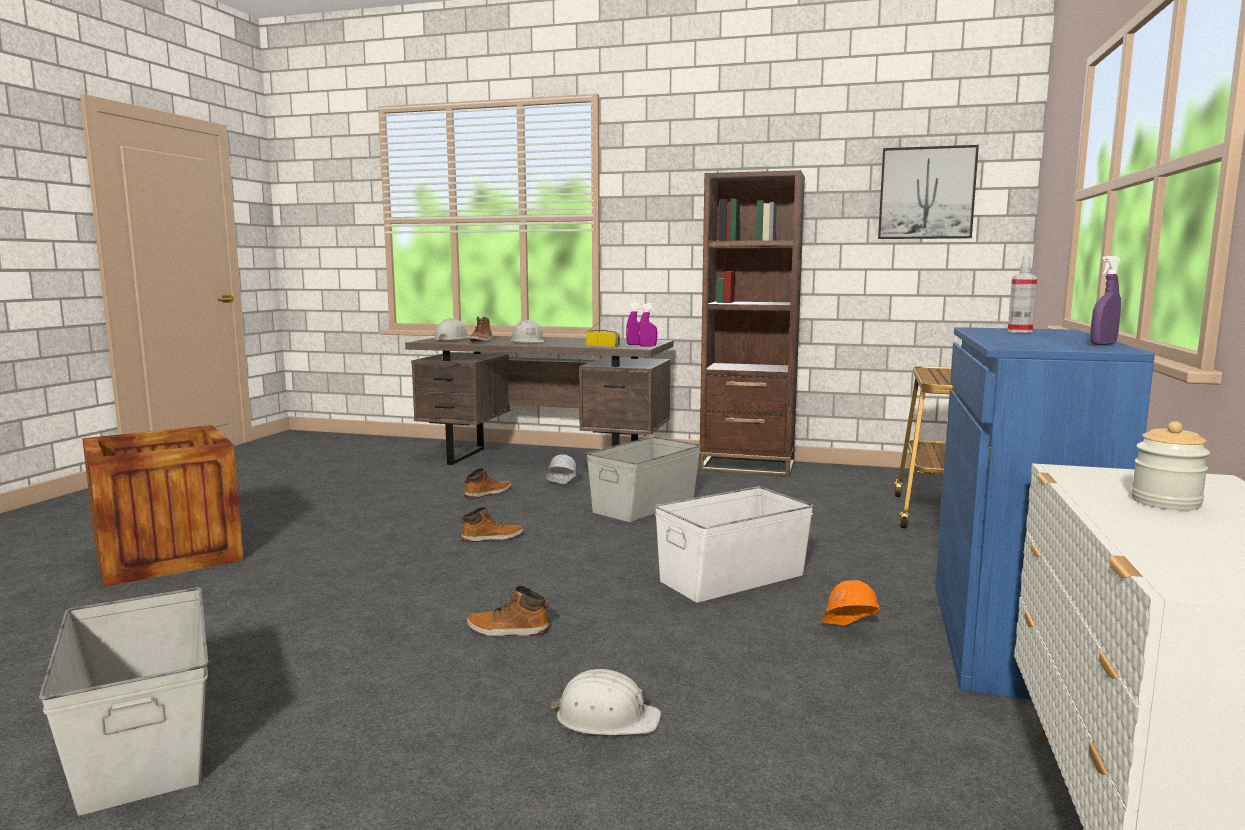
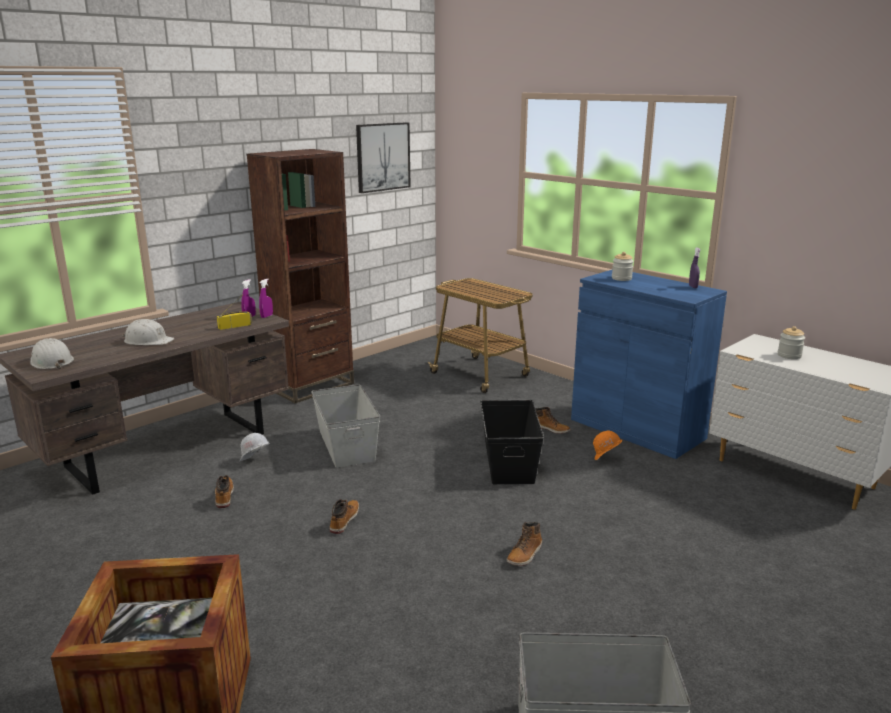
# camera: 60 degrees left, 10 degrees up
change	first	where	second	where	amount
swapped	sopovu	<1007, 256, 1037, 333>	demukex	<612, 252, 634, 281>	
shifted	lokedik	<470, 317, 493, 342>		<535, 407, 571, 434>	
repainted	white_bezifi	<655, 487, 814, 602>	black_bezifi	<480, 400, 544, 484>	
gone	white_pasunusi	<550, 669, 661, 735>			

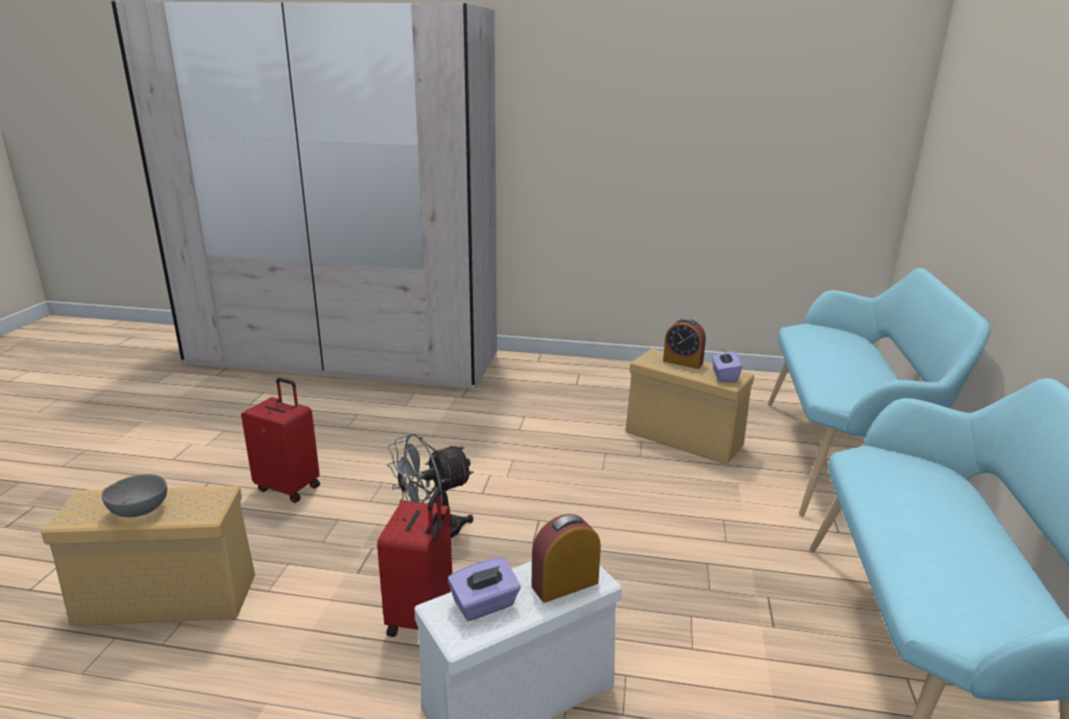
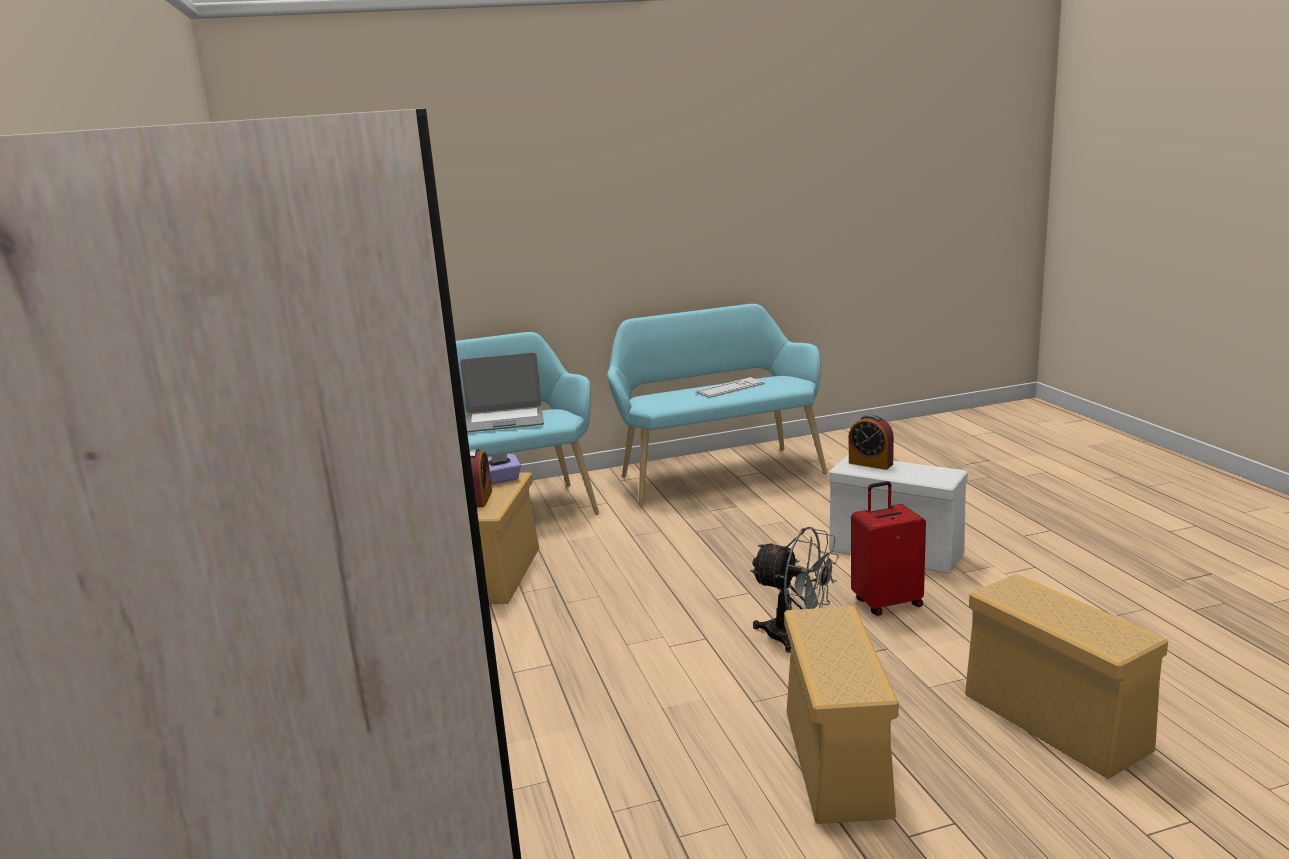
# camera: 115 degrees left, 5 degrees down
change	first	where	second	where	amount
swapped	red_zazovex	<241, 378, 320, 503>	beige_bezifi	<784, 606, 899, 824>	
gone	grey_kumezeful	<101, 474, 167, 517>			
gone	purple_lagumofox	<448, 558, 521, 621>			
new			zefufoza	<460, 353, 544, 432>	
new			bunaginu	<696, 377, 765, 398>	

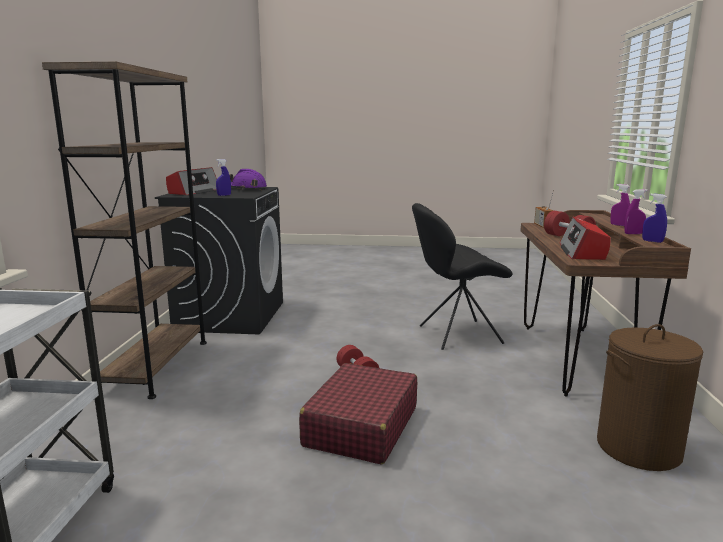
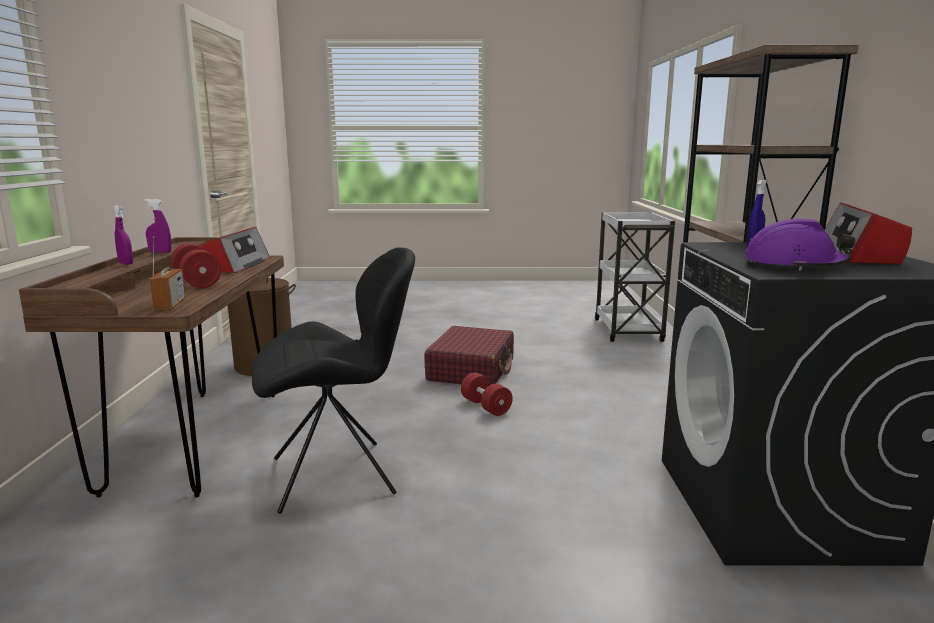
# camera: 175 degrees right, 0 degrees up
change	first	where	second	where	amount
gone	blue_sopovu	<642, 194, 667, 243>			

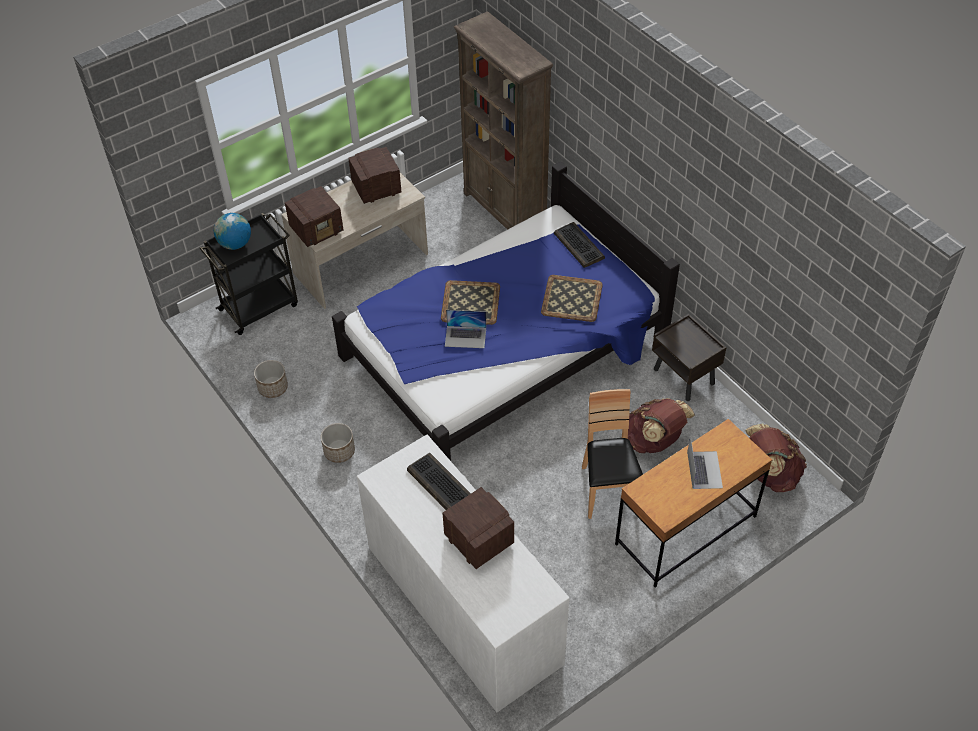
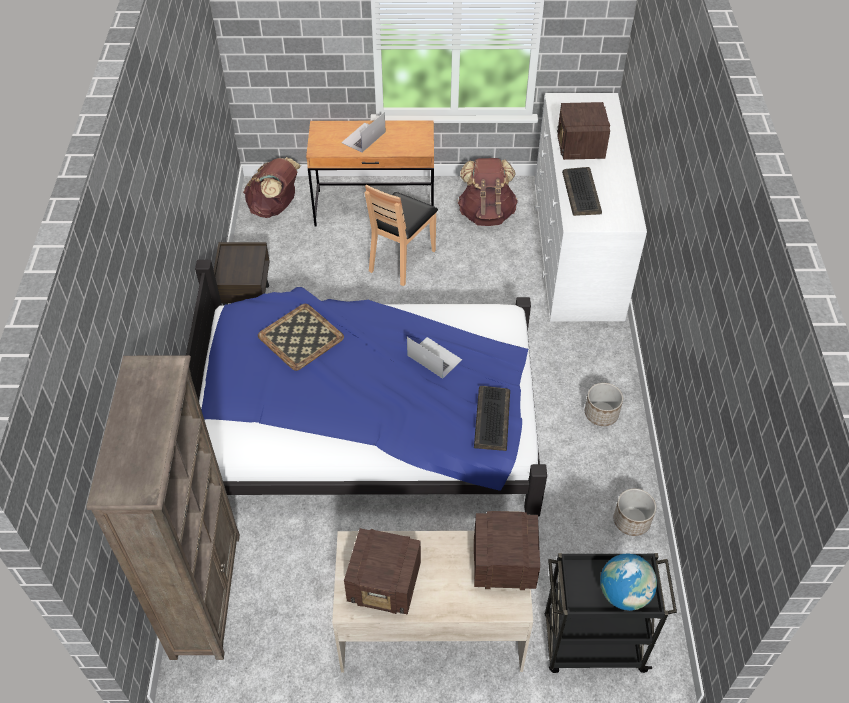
# camera: 145 degrees left, 0 degrees up
change	first	where	second	where	amount
shifted	bunaginu	<554, 222, 605, 268>		<474, 386, 510, 451>	
gone	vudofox	<441, 280, 500, 325>			
shifted	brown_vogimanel	<628, 398, 695, 453>		<457, 158, 518, 226>	

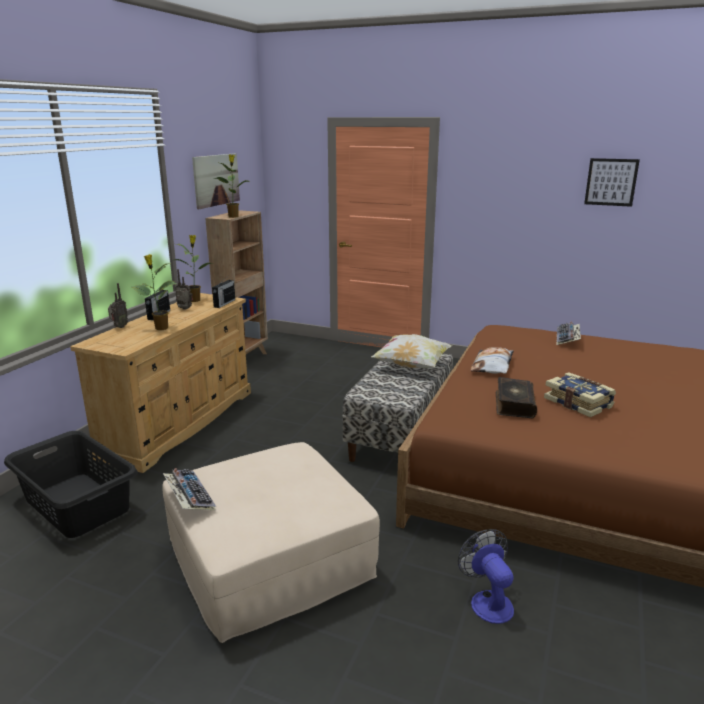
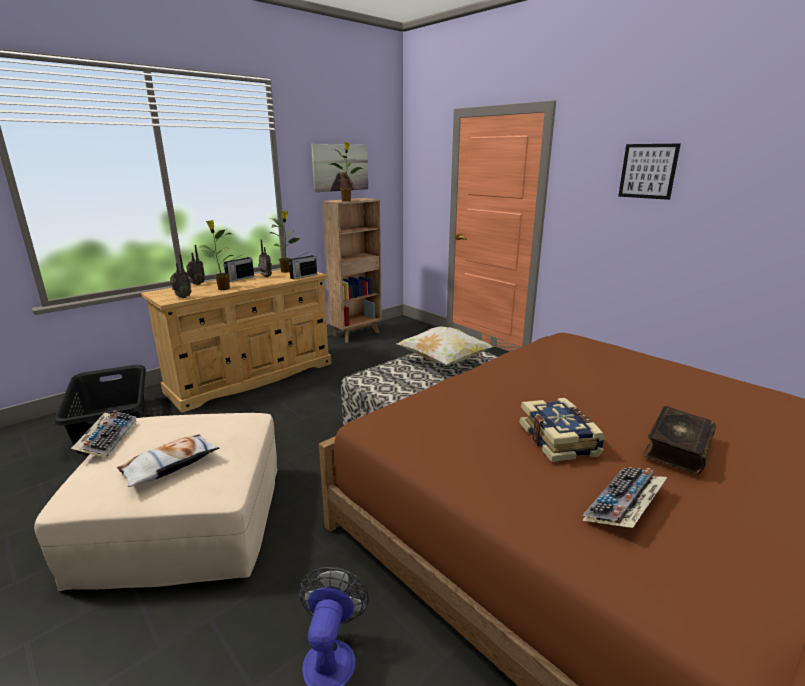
# camera: 25 degrees right, 0 degrees up
change	first	where	second	where	amount
shifted	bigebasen	<584, 158, 640, 207>		<618, 144, 681, 200>	
shifted	bunaginu	<557, 321, 581, 345>		<582, 467, 668, 528>	
shifted	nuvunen	<470, 347, 513, 374>		<116, 434, 220, 487>	
shifted	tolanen	<496, 377, 537, 418>		<644, 406, 716, 474>	
new			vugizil	<170, 254, 192, 298>	

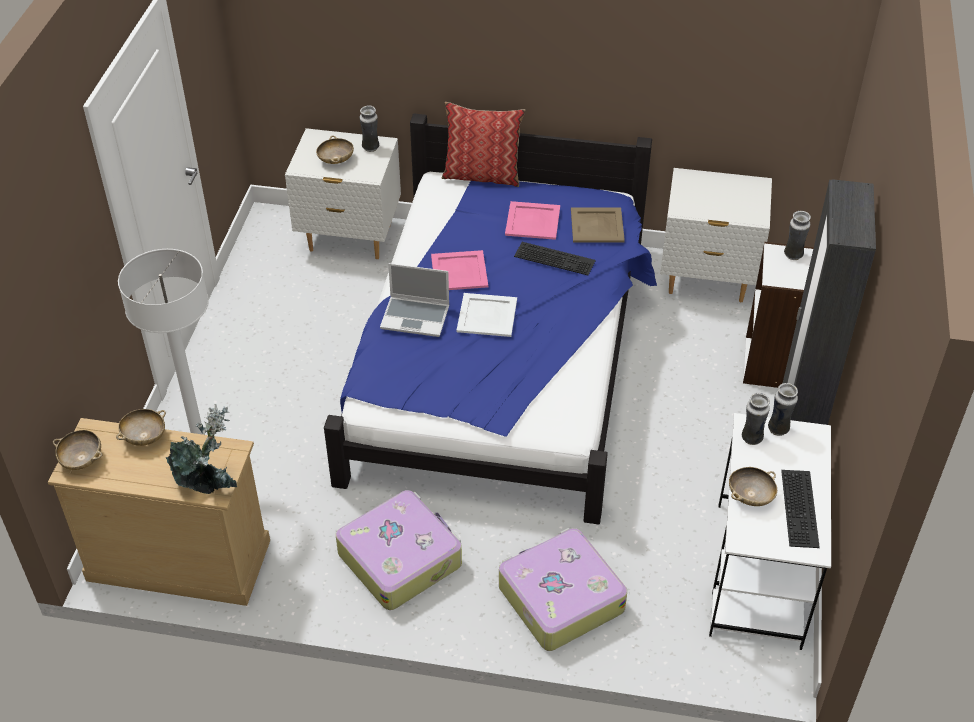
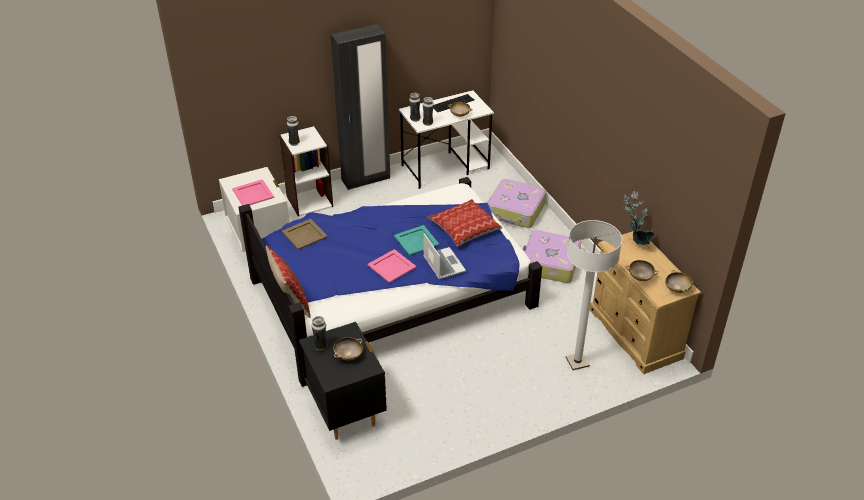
# camera: 125 degrees left, 5 degrees down
change	first	where	second	where	amount
repainted	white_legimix	<285, 128, 401, 259>	black_legimix	<299, 322, 387, 440>	
shifted	pink_vudofox	<505, 201, 560, 240>		<232, 179, 274, 205>	
gone	bunaginu	<514, 242, 596, 275>			
repainted	white_vudofox	<456, 293, 517, 337>	turquoise_vudofox	<394, 225, 440, 256>	
new			nuvunen	<427, 199, 502, 247>	

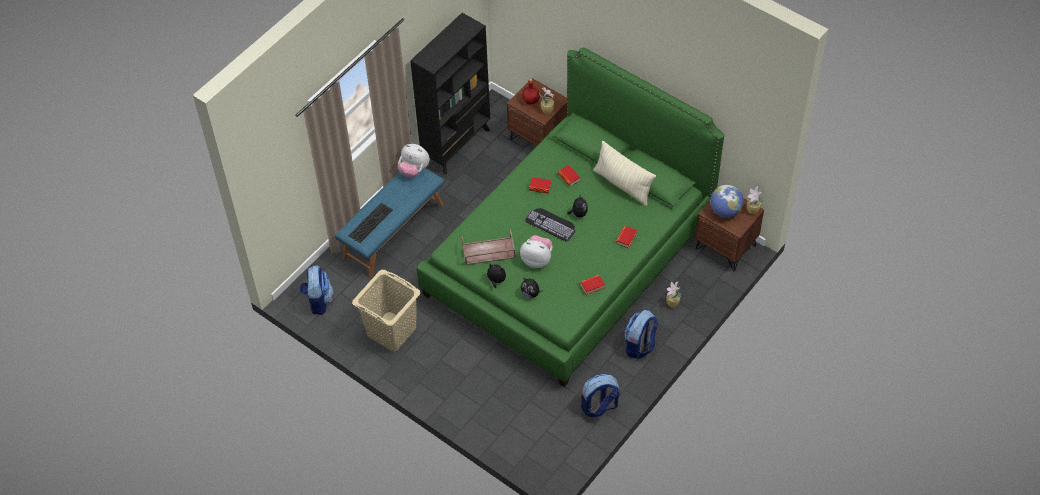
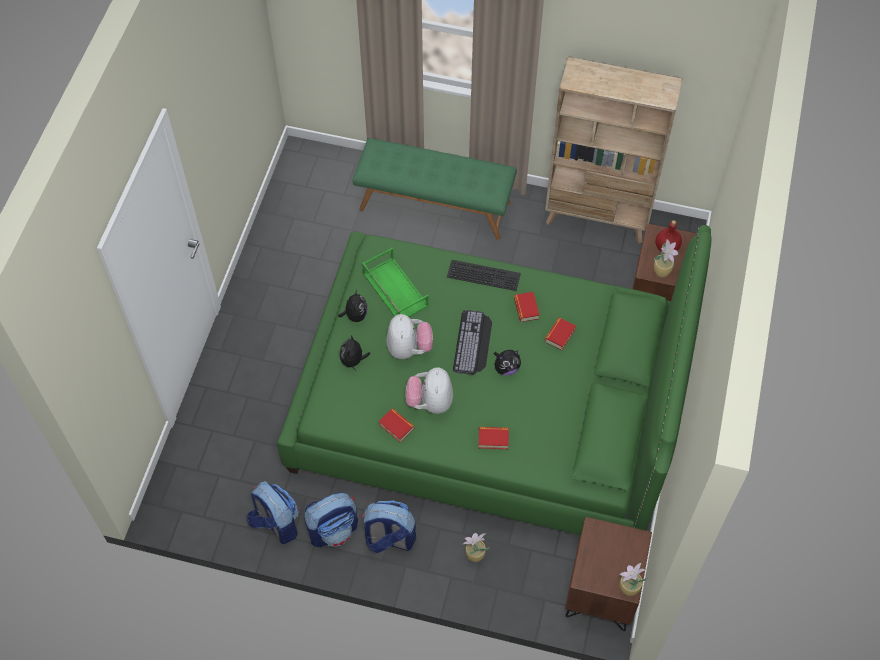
# camera: 65 degrees right, 5 degrees up
change	first	where	second	where	amount
repainted	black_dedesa	<410, 13, 490, 174>	beige_dedesa	<545, 57, 683, 244>	
gone	beige_nuvunen	<593, 141, 656, 206>			
shifted	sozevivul	<398, 144, 430, 178>		<406, 367, 453, 414>	
repainted	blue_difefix	<335, 168, 445, 277>	green_difefix	<352, 138, 517, 240>	
gone	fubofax	<710, 185, 744, 218>			
shifted	bunaginu	<348, 203, 393, 243>		<447, 260, 521, 291>	
repainted	brown_vudofox	<462, 229, 515, 265>	green_vudofox	<362, 248, 429, 317>	
shifted	vogimanel	<300, 265, 334, 315>		<304, 492, 358, 547>	
gone	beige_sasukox	<352, 270, 421, 352>			

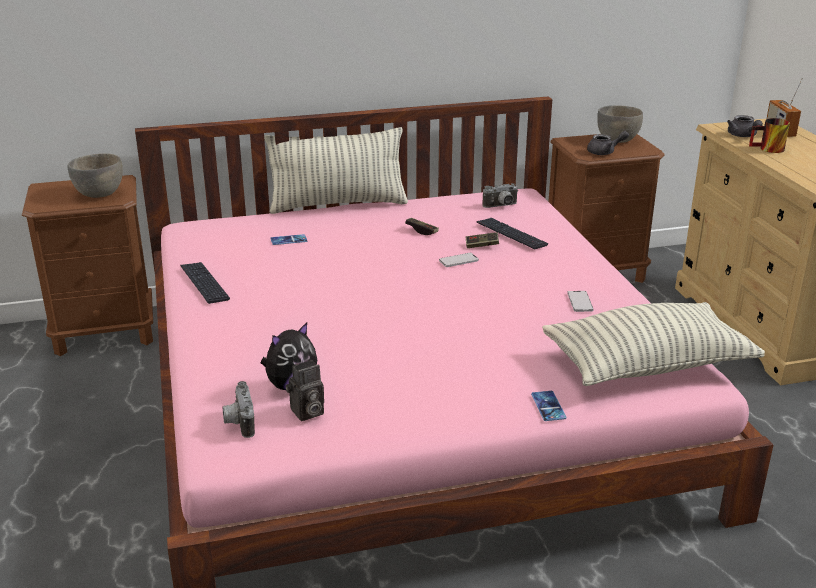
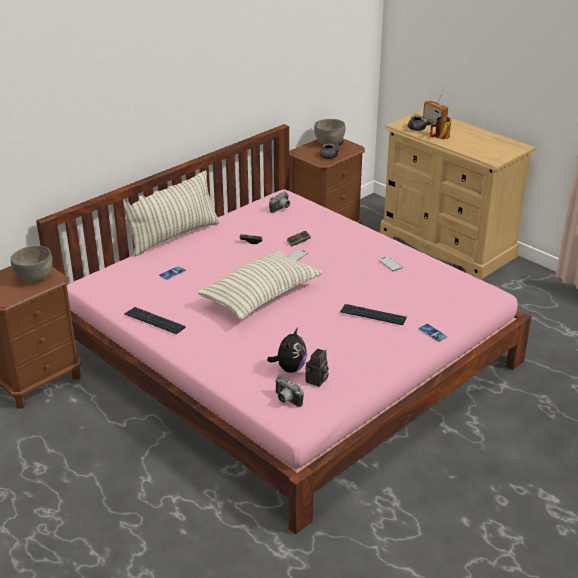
# camera: 30 degrees left, 5 degrees up
change	first	where	second	where	amount
shifted	bunaginu	<476, 218, 548, 249>		<340, 304, 407, 325>	
shifted	nuvunen	<542, 302, 765, 386>		<197, 250, 322, 320>	

